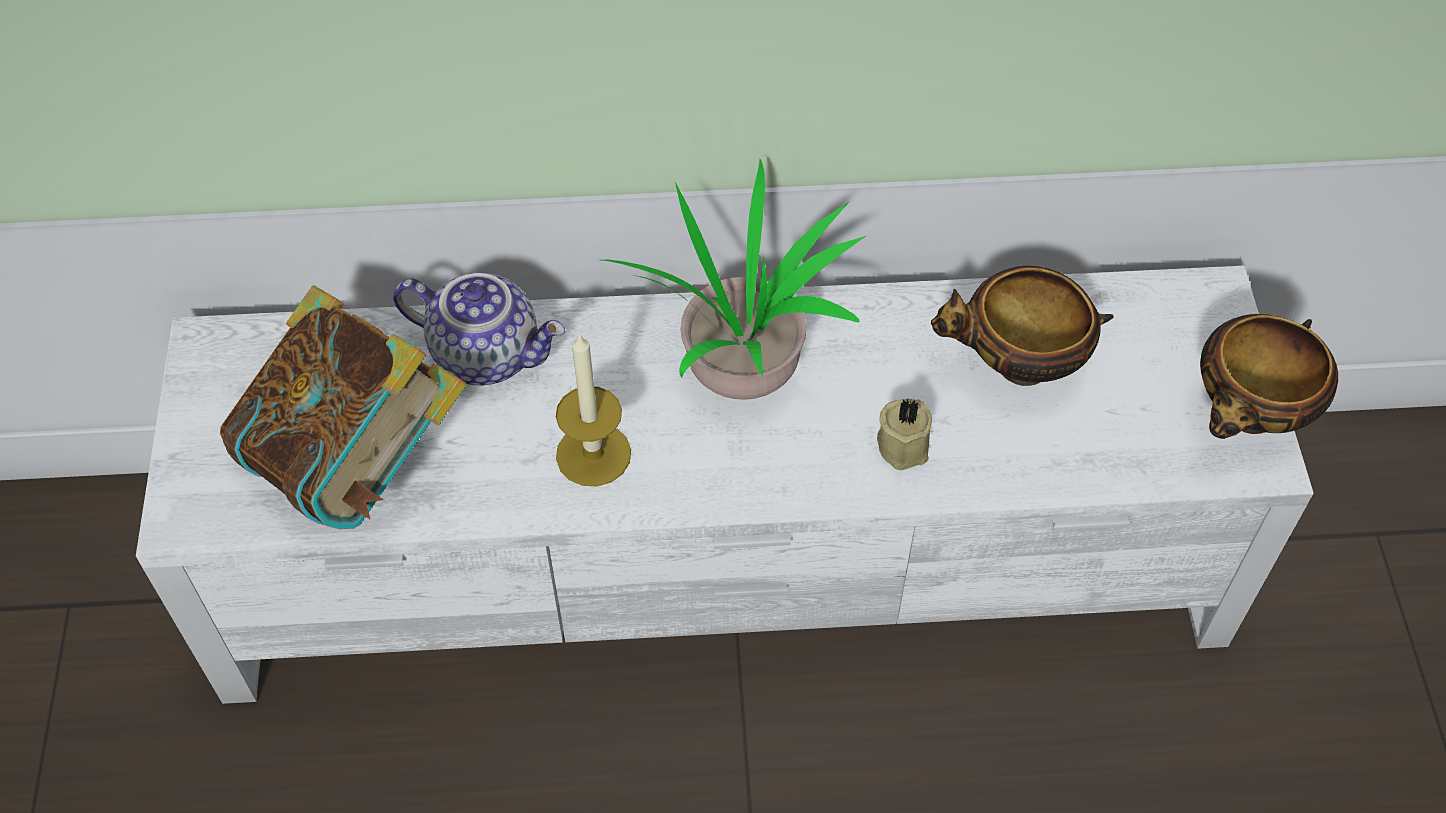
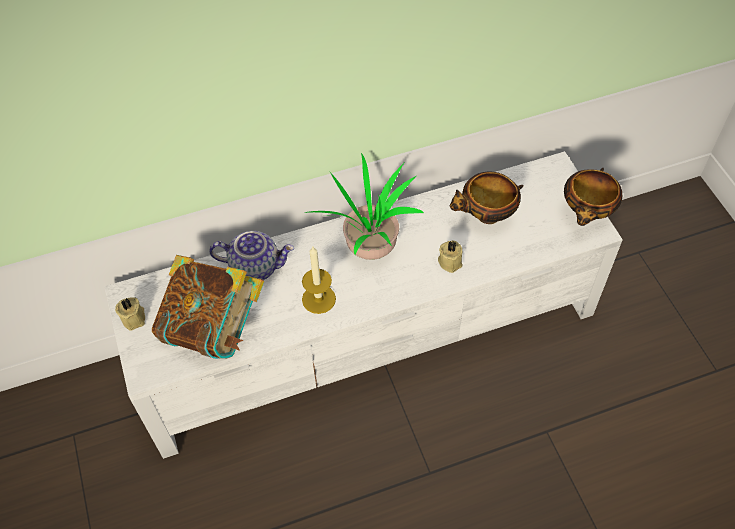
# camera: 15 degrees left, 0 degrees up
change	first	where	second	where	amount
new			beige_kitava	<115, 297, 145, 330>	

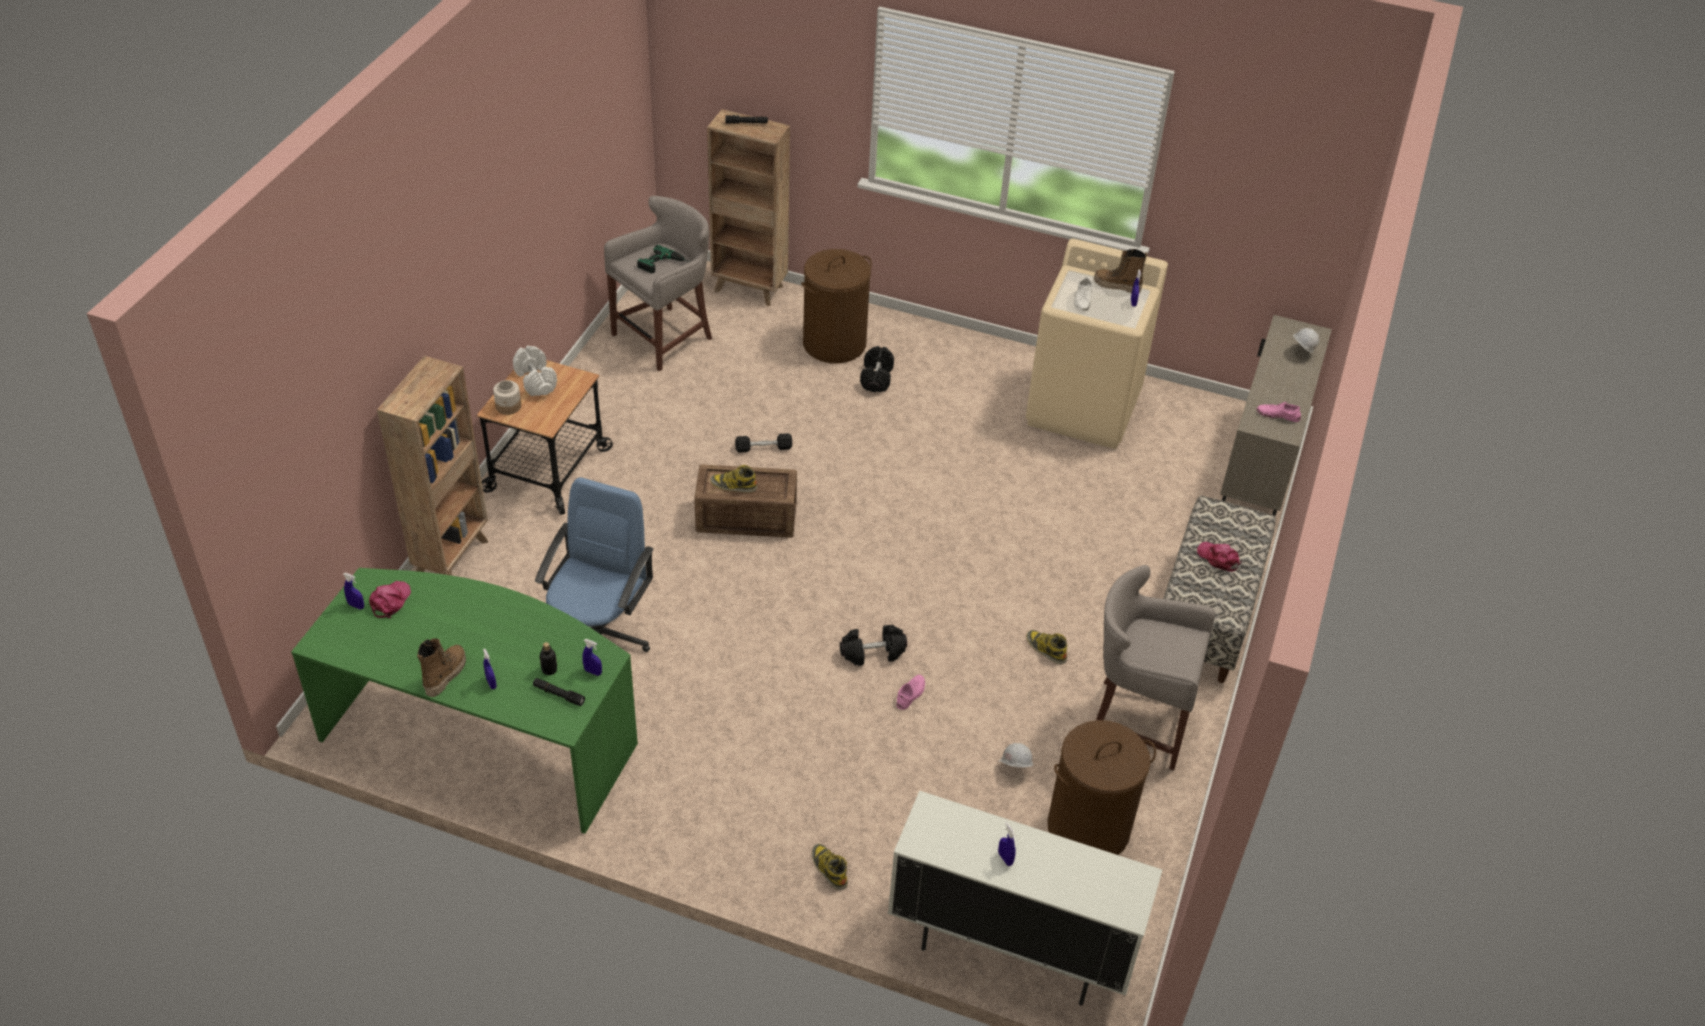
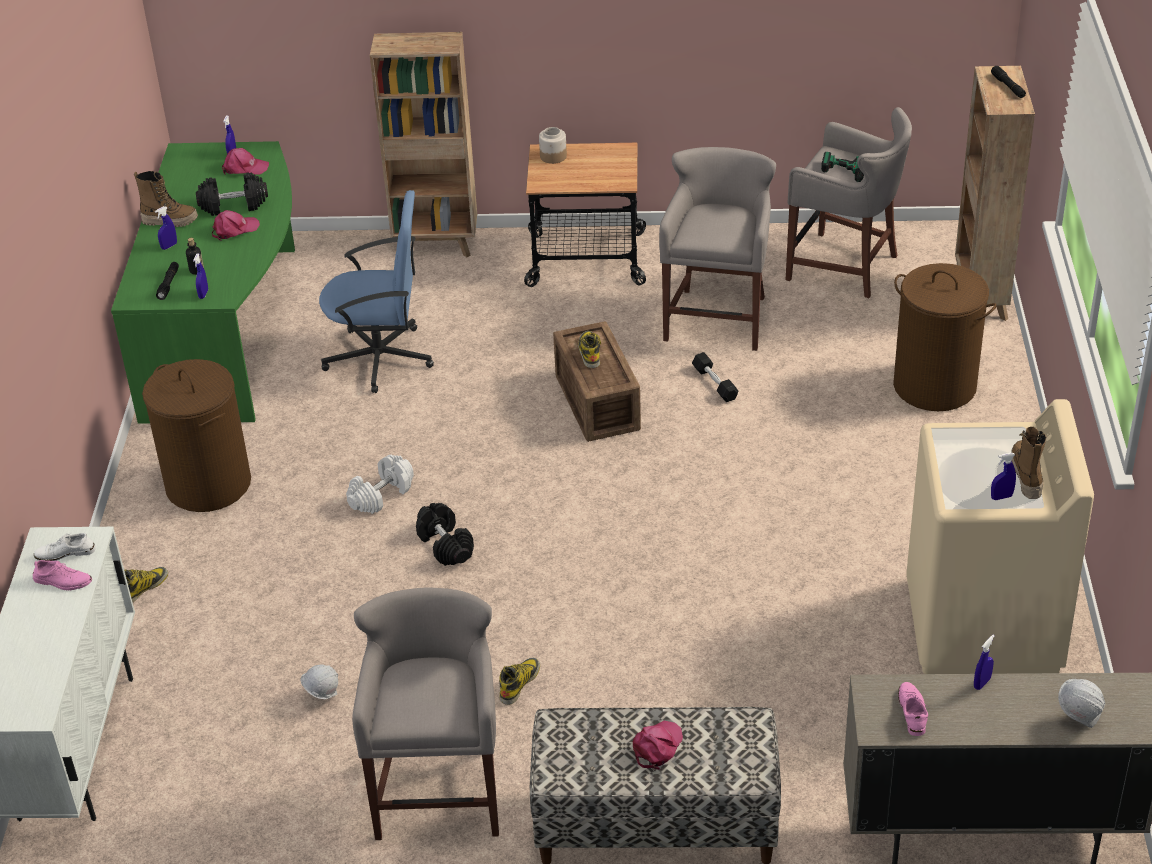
# camera: 75 degrees right, 5 degrees down
change	first	where	second	where	amount
shifted	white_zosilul	<1074, 277, 1093, 311>		<34, 532, 96, 561>	
shifted	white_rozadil	<513, 346, 557, 396>		<346, 455, 414, 514>	
shifted	black_rozadil	<860, 346, 894, 392>		<196, 173, 268, 216>	
shifted	pink_zosilul	<896, 675, 925, 710>		<33, 560, 92, 590>	
shifted	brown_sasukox	<1048, 720, 1156, 855>		<142, 359, 251, 512>	
shifted	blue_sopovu	<998, 822, 1016, 866>		<974, 635, 995, 690>	
new			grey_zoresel	<659, 147, 776, 351>	
new			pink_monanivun	<212, 210, 260, 241>	

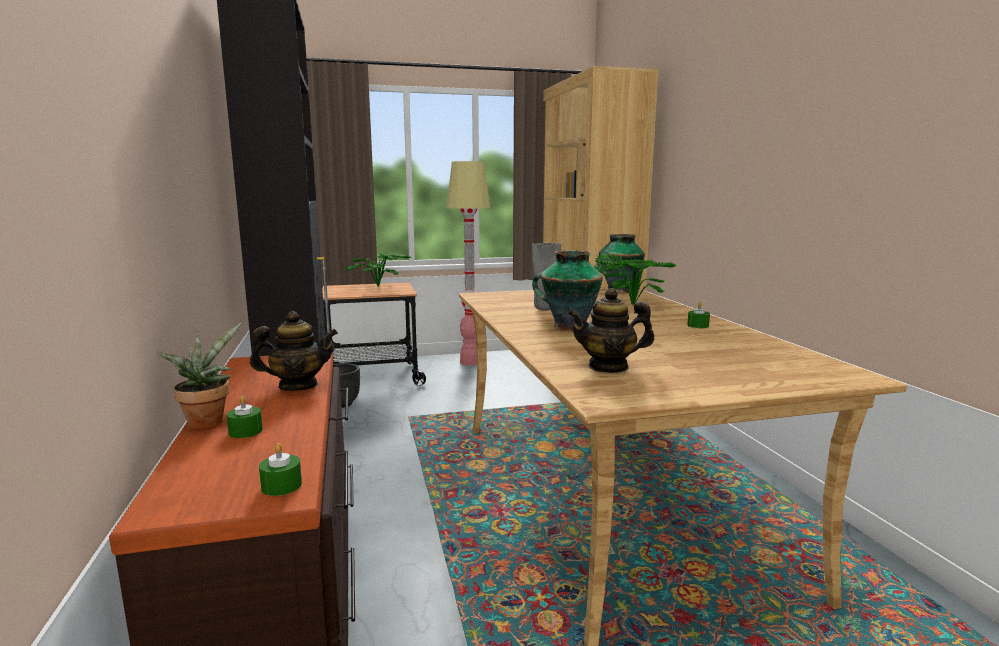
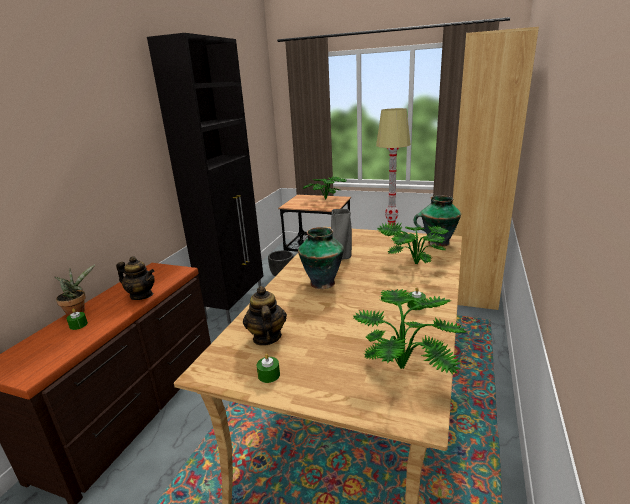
# camera: 35 degrees right, 10 degrees up
change	first	where	second	where	amount
rotated	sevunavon	<567, 288, 654, 373>		<243, 286, 287, 346>	45 degrees clockwise
shifted	green_kitava	<259, 443, 302, 496>		<257, 354, 280, 383>	
new			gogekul	<353, 289, 467, 375>	

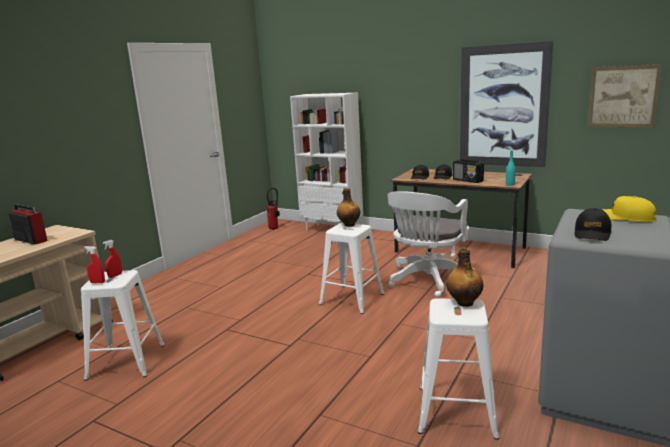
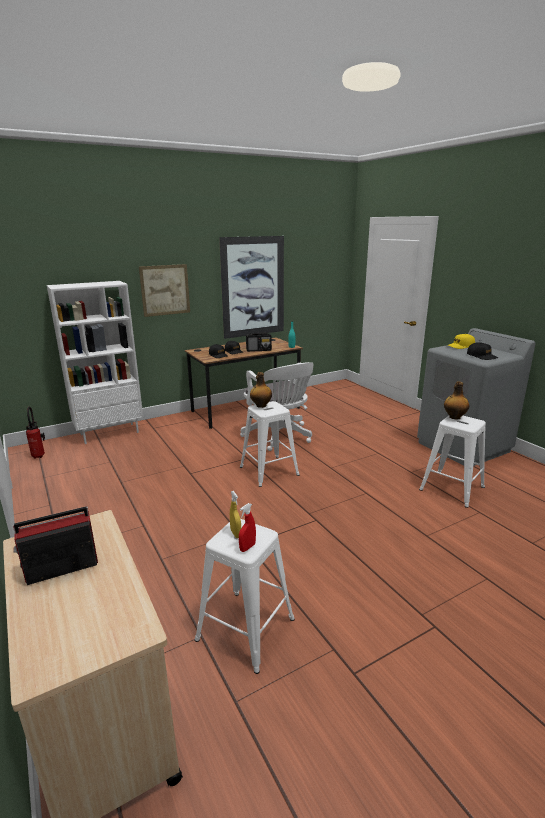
# camera: 60 degrees left, 5 degrees up
change	first	where	second	where	amount
shifted	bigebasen	<588, 64, 662, 128>		<139, 264, 190, 317>	
repainted	red_sopovu	<103, 240, 122, 278>	yellow_sopovu	<230, 491, 241, 538>	

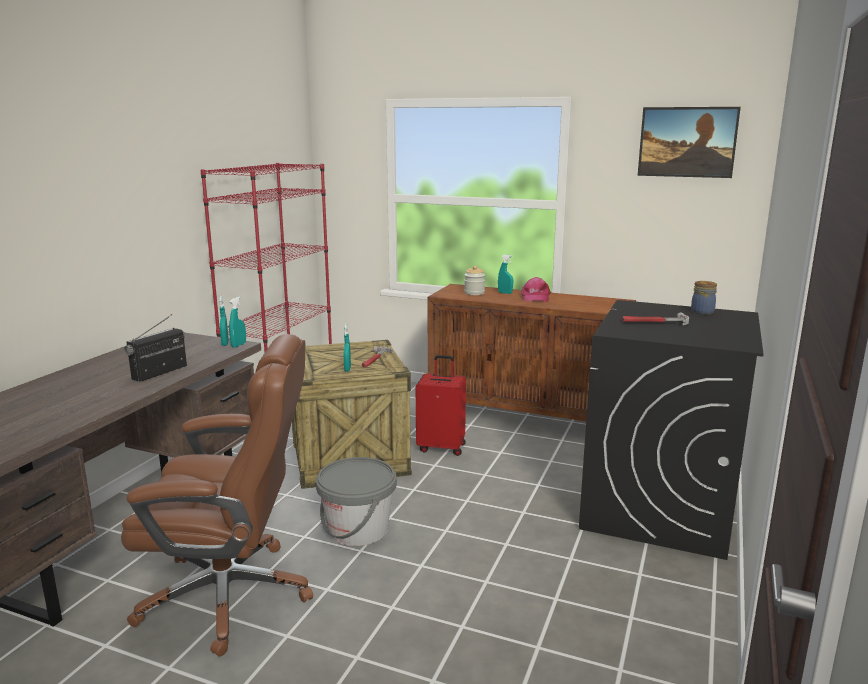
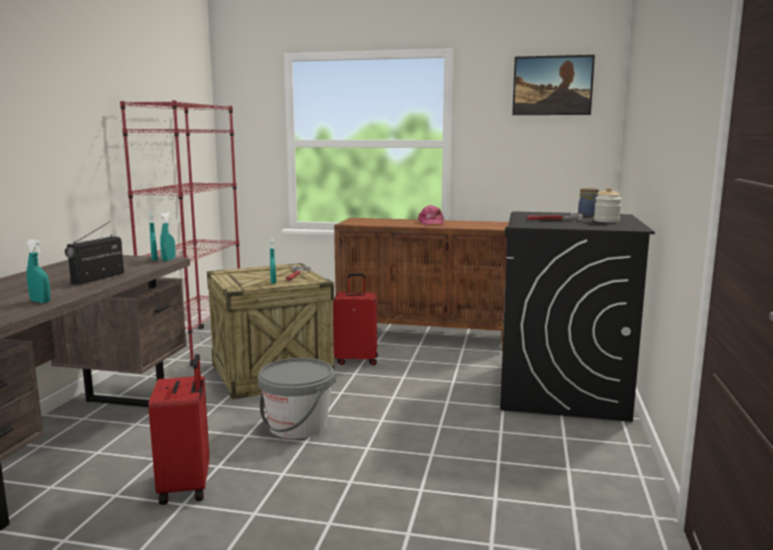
# camera: 10 degrees left, 5 degrees down
change	first	where	second	where	amount
shifted	turquoise_sopovu	<498, 254, 513, 294>		<26, 240, 50, 303>	
shifted	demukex	<464, 266, 485, 295>		<594, 187, 622, 223>	
swapped	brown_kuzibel	<121, 334, 313, 657>	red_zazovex	<148, 354, 210, 505>	

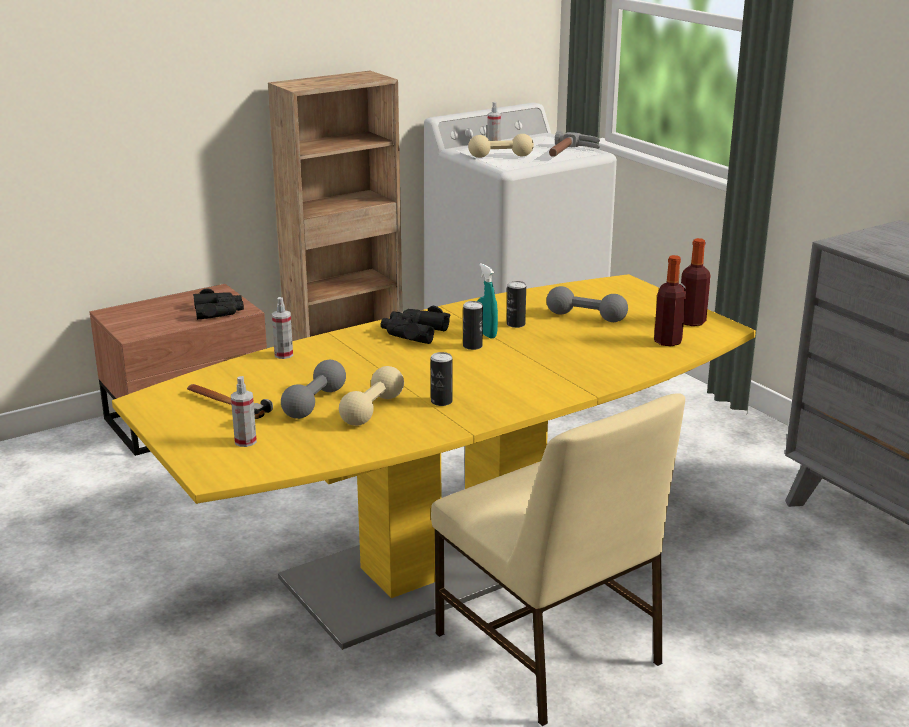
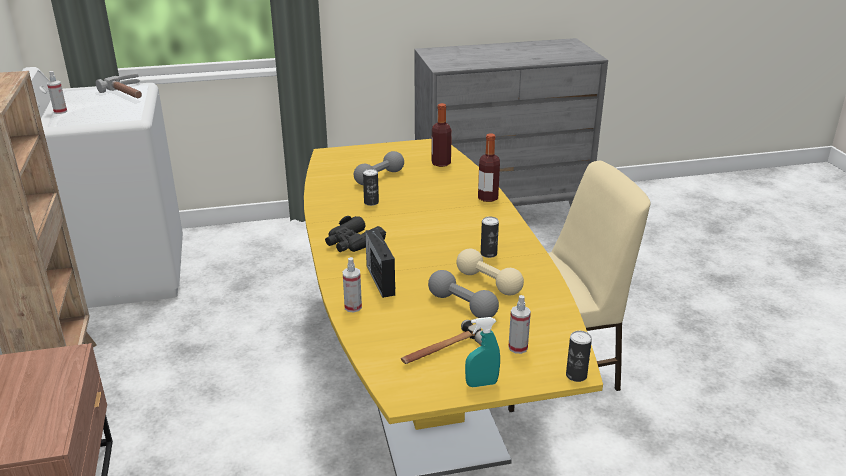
# camera: 70 degrees left, 5 degrees up
change	first	where	second	where	amount
gone	beige_rozadil	<468, 134, 534, 158>			
shifted	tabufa	<681, 238, 711, 326>		<478, 133, 500, 202>	
shifted	turquoise_sopovu	<477, 263, 498, 339>		<465, 317, 500, 387>	
gone	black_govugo	<193, 288, 244, 320>			
shifted	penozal	<463, 301, 483, 350>		<566, 331, 592, 382>	
new			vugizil	<365, 229, 395, 298>	

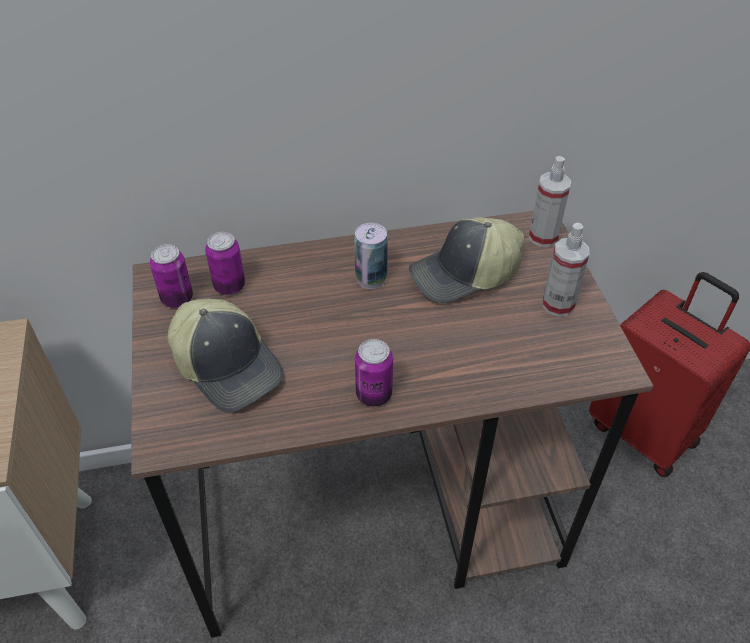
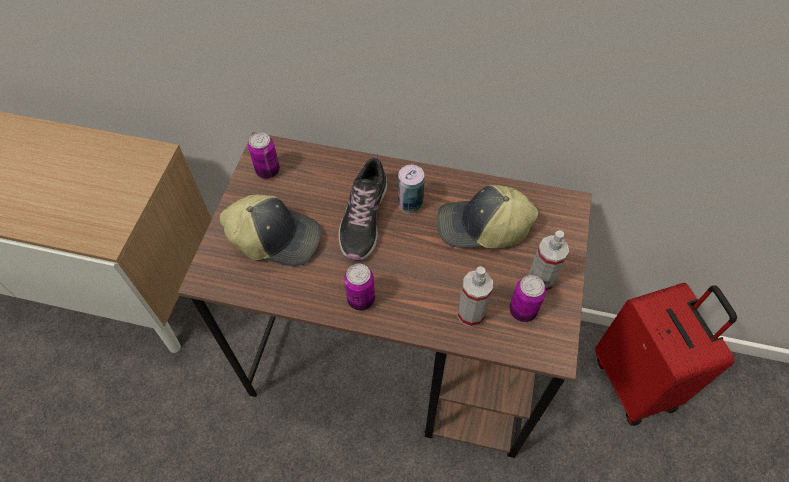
# camera: 25 degrees right, 10 degrees up
change	first	where	second	where	amount
shifted	sopovu	<529, 156, 571, 247>		<458, 266, 493, 327>	
shifted	penozal	<205, 232, 245, 295>		<509, 275, 546, 322>	
rotated	monanivun	<168, 298, 284, 413>		<220, 194, 322, 266>	60 degrees counterclockwise
new			zosilul	<338, 153, 387, 260>	

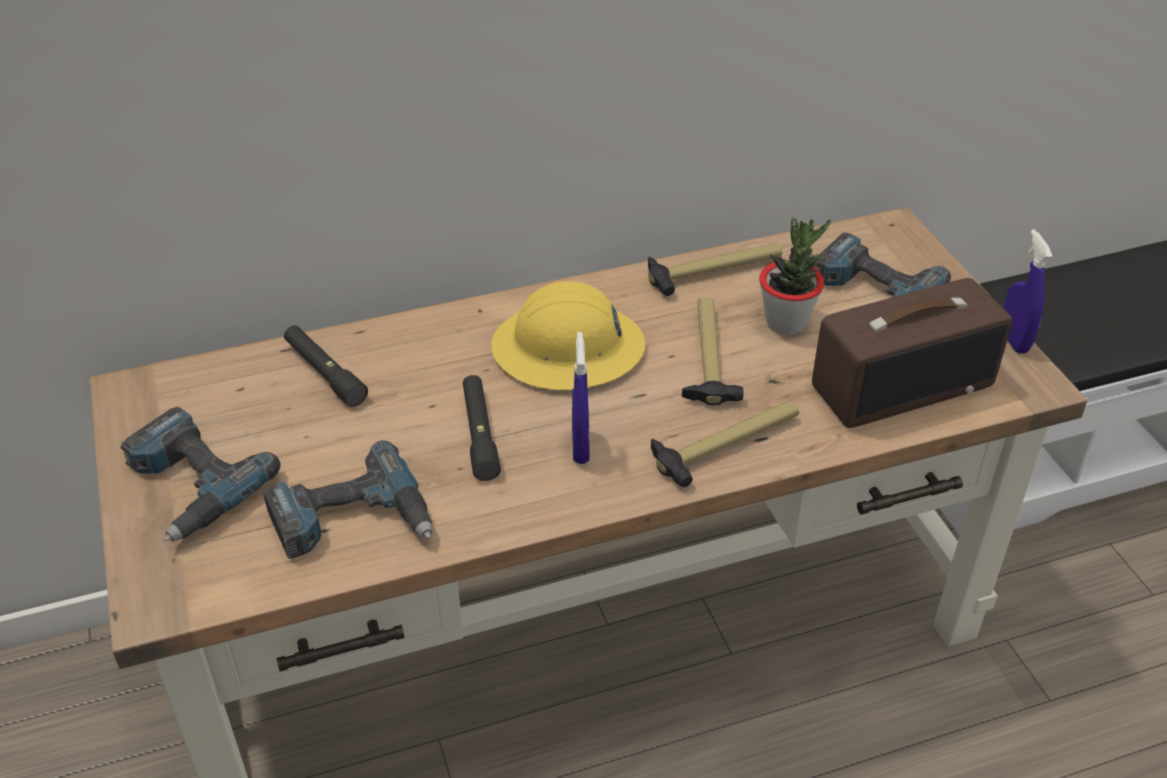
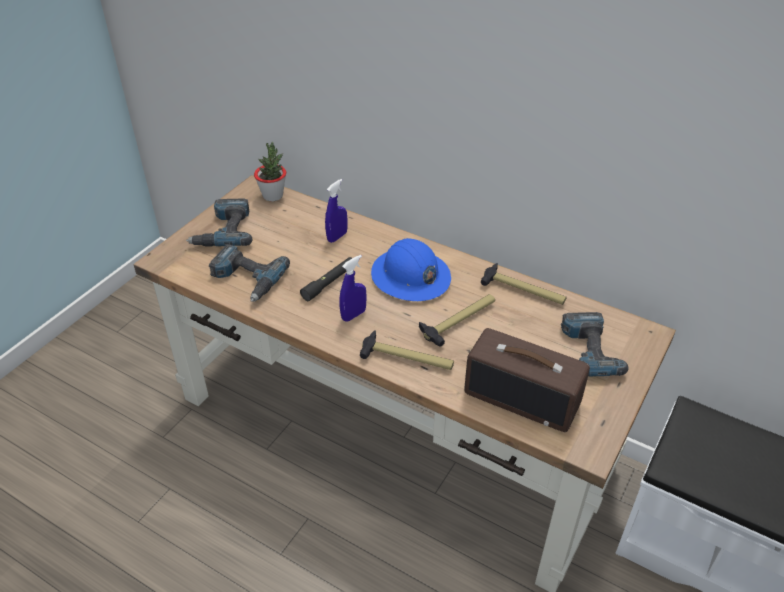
# camera: 50 degrees right, 0 degrees up
change	first	where	second	where	amount
shifted	gogekul	<759, 217, 831, 335>		<254, 142, 286, 201>	
shifted	blue_sopovu	<1003, 229, 1053, 354>		<325, 179, 348, 243>	
repainted	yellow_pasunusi	<491, 281, 645, 390>	blue_pasunusi	<371, 238, 451, 301>	
gone	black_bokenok	<284, 326, 368, 407>			

